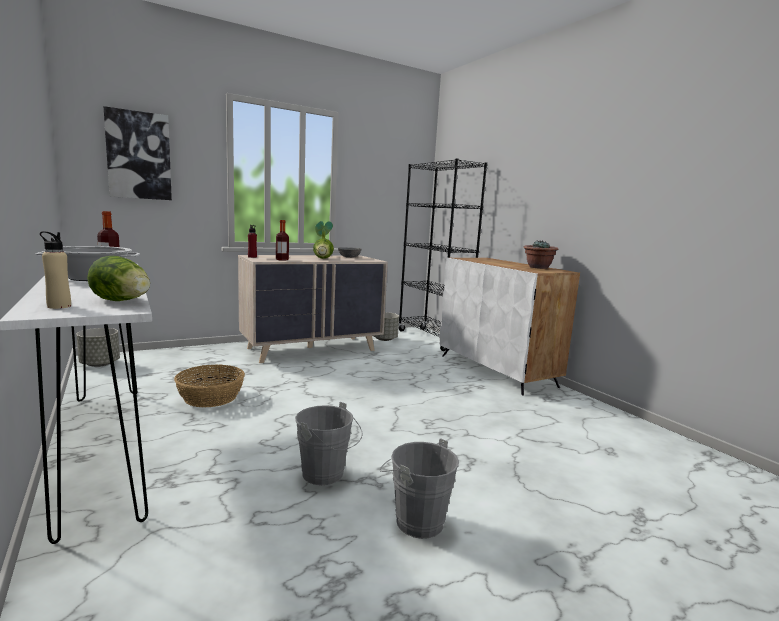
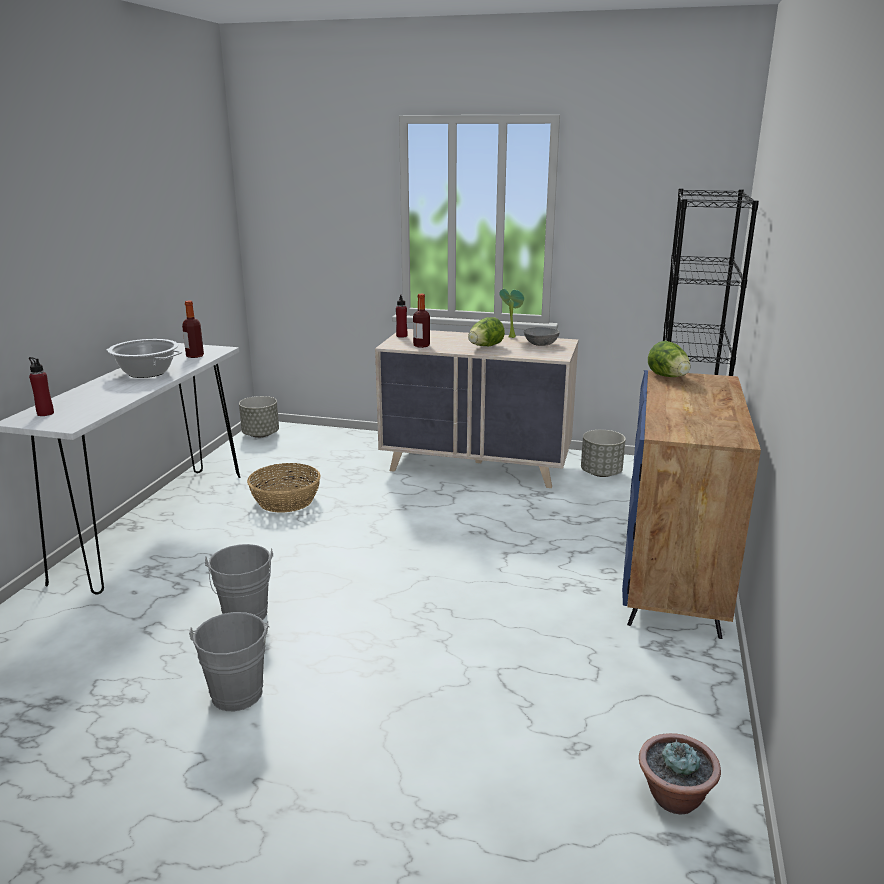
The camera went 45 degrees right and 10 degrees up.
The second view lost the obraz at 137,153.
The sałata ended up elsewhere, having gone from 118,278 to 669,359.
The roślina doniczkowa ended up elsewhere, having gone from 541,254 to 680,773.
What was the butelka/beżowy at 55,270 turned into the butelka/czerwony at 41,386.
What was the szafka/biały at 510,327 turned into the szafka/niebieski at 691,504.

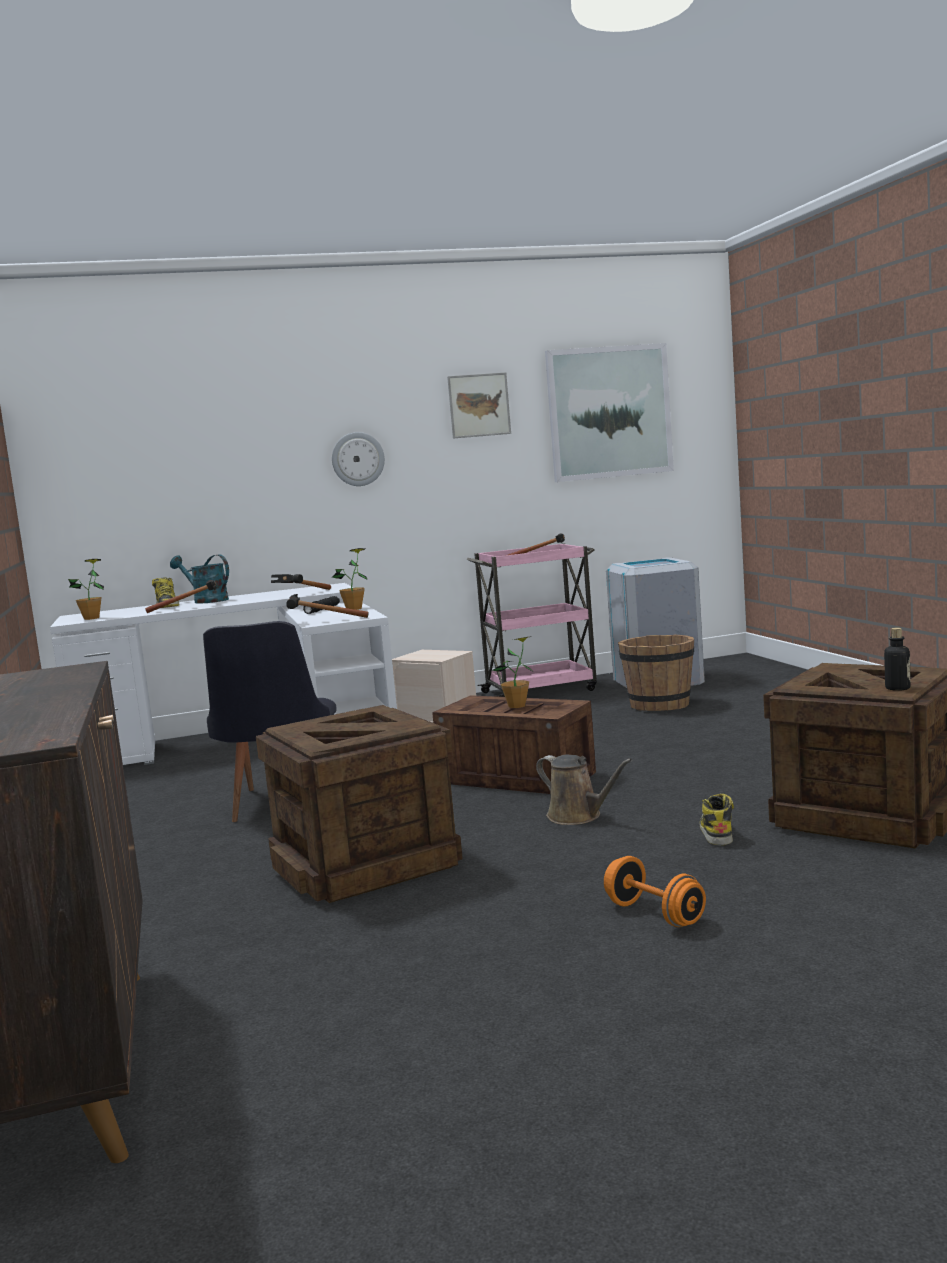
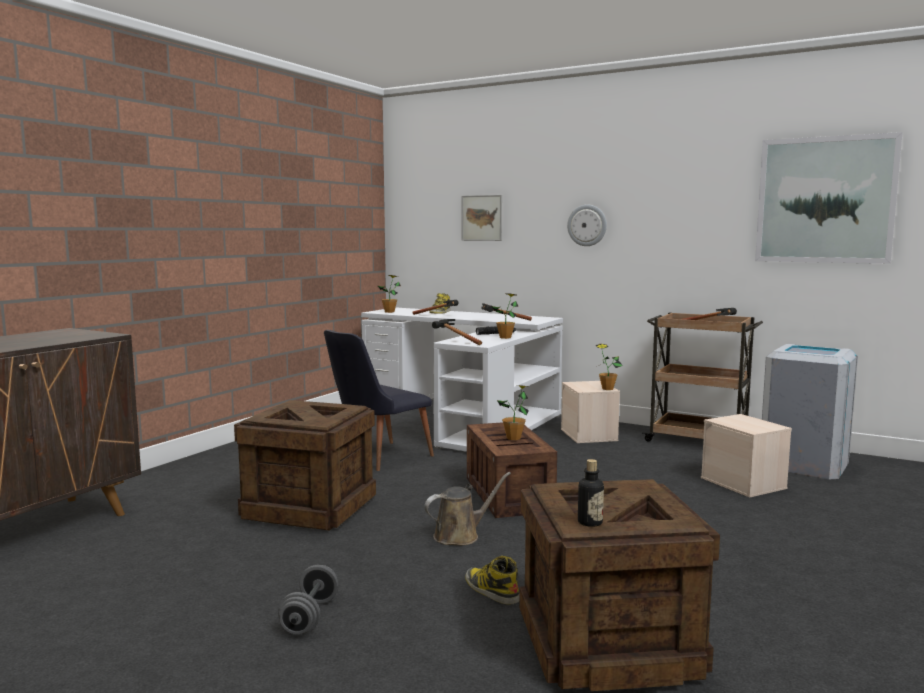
The camera went 45 degrees right and 0 degrees up.
The second view lost the konewka/turkusowy at 199,578.
The second view gained the roślina doniczkowa at 609,367.
The obraz ended up elsewhere, having gone from 479,405 to 482,218.
Where the wiadro/brązowy stood at 656,672, the pojemnik do przechowywania/beżowy came to stand at 746,456.
What was the wózek/różowy at 532,620 turned into the wózek/brązowy at 702,377.
What was the hantel/pomarańczowy at 655,891 turned into the hantel/szary at 308,600.
The konewka/brązowy at 584,789 ended up facing another way, 120 degrees counterclockwise from before.
The but z cholewką at 717,819 ended up facing another way, 90 degrees counterclockwise from before.

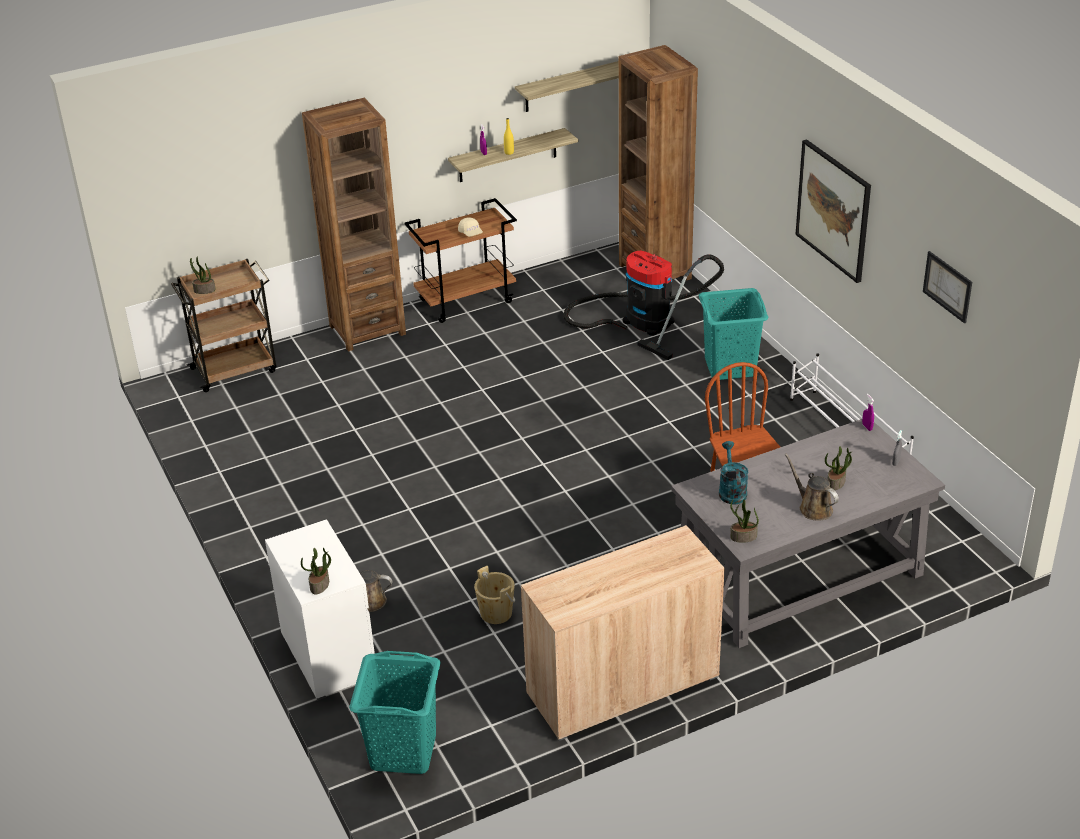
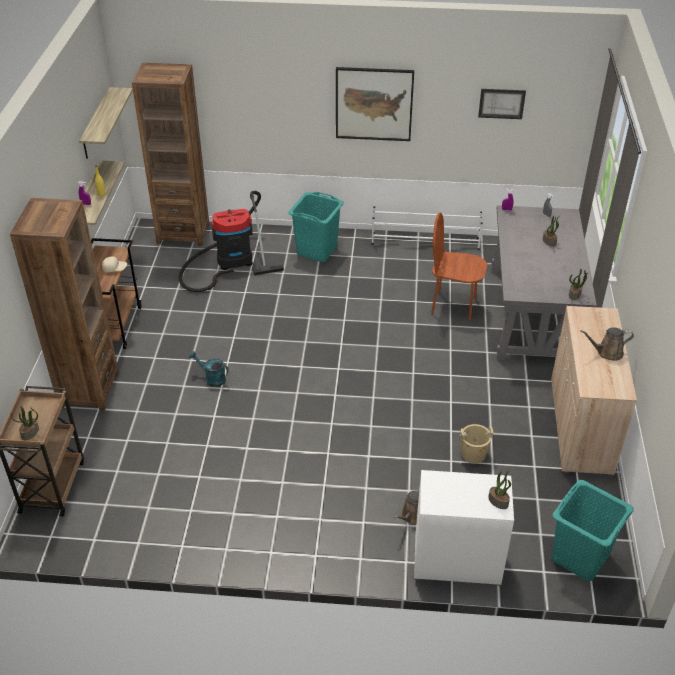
The camera went 60 degrees left and 5 degrees up.
The konewka/turkusowy ended up elsewhere, having gone from 733,472 to 209,369.
The konewka/brązowy ended up elsewhere, having gone from 811,487 to 607,344.

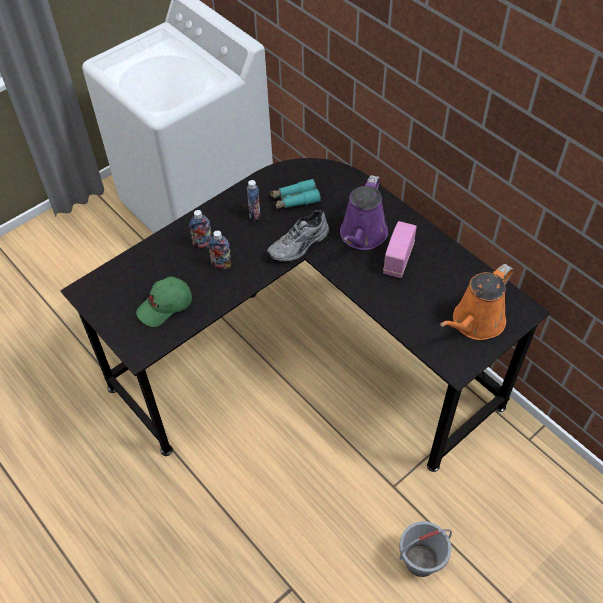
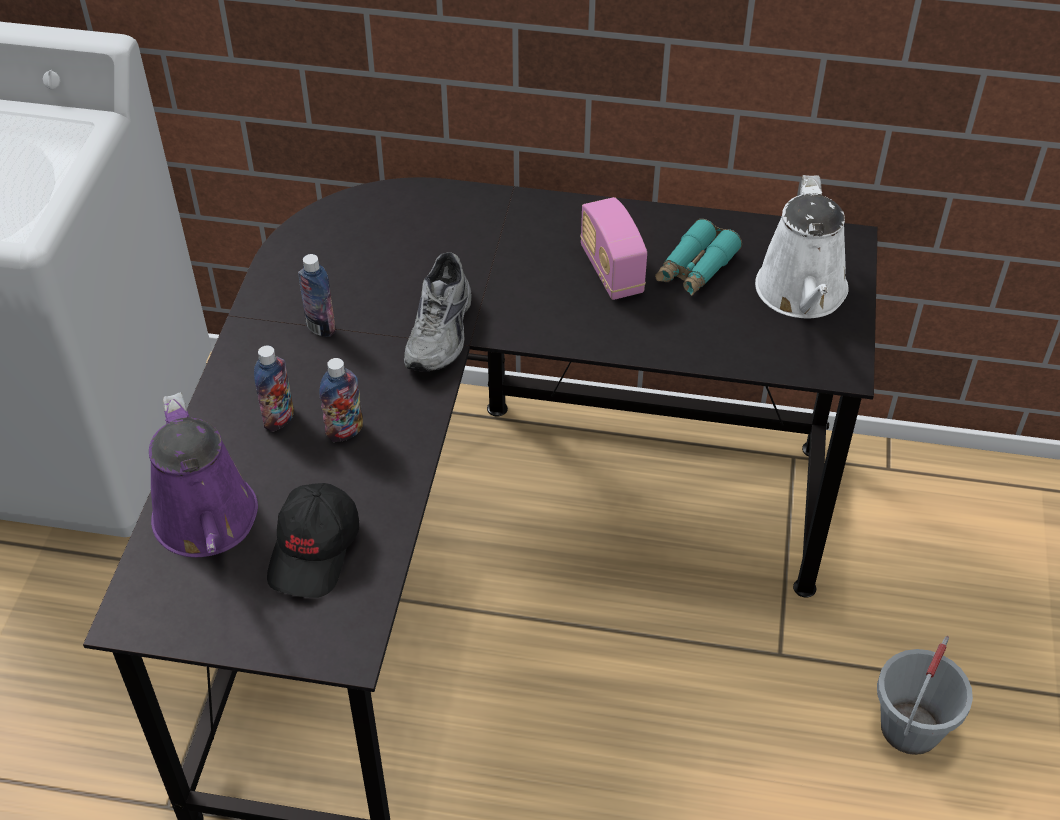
The camera went 40 degrees left and 5 degrees down.
The lornetka/turkusowy ended up elsewhere, having gone from 295,194 to 698,257.
The konewka/fioletowy ended up elsewhere, having gone from 364,212 to 203,474.
What was the czapka z daszkiem/zielony at 164,301 turned into the czapka z daszkiem/czarny at 313,540.
What was the konewka/pomarańczowy at 477,302 turned into the konewka/biały at 802,246.

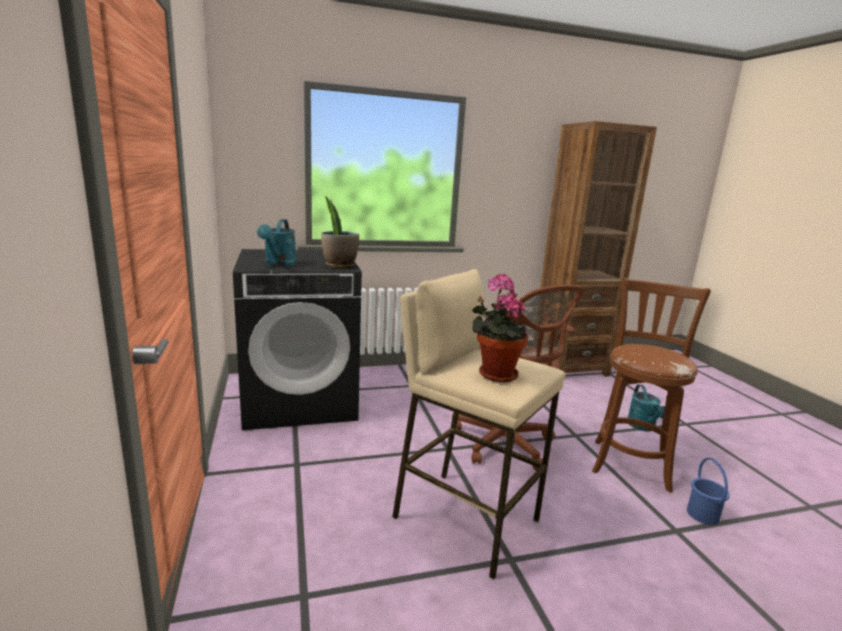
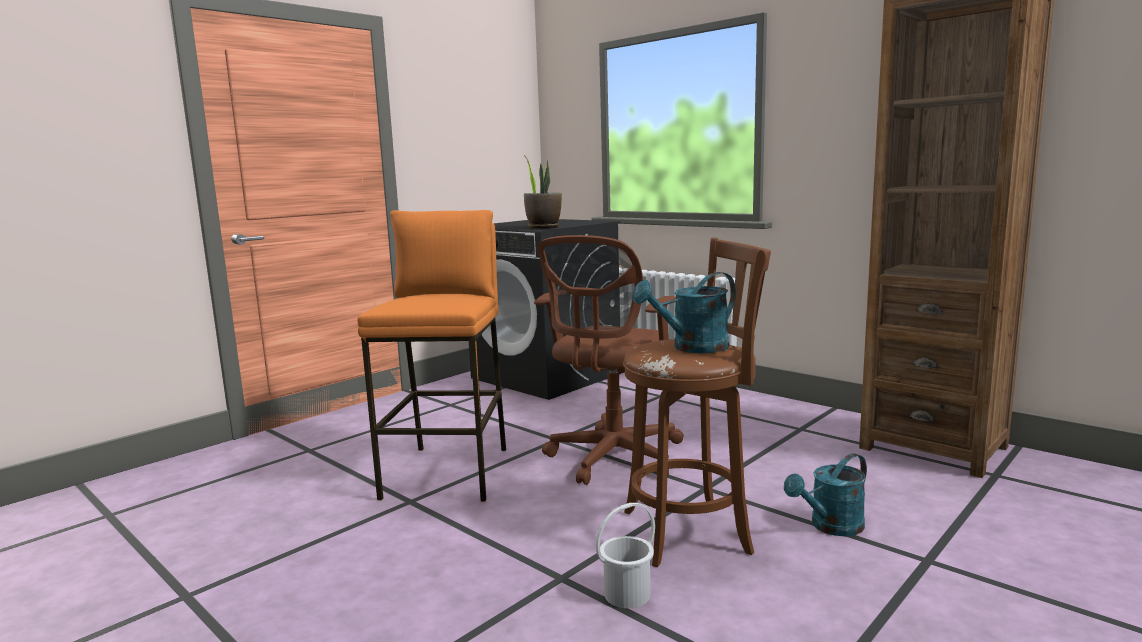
The camera went 60 degrees right and 5 degrees down.
The second view lost the roślina doniczkowa at 500,328.
The konewka/turkusowy ended up elsewhere, having gone from 277,243 to 684,312.
What was the stołek/beżowy at 479,424 turned into the stołek/pomarańczowy at 431,356.
What was the wiadro/niebieski at 708,491 turned into the wiadro/biały at 625,555.

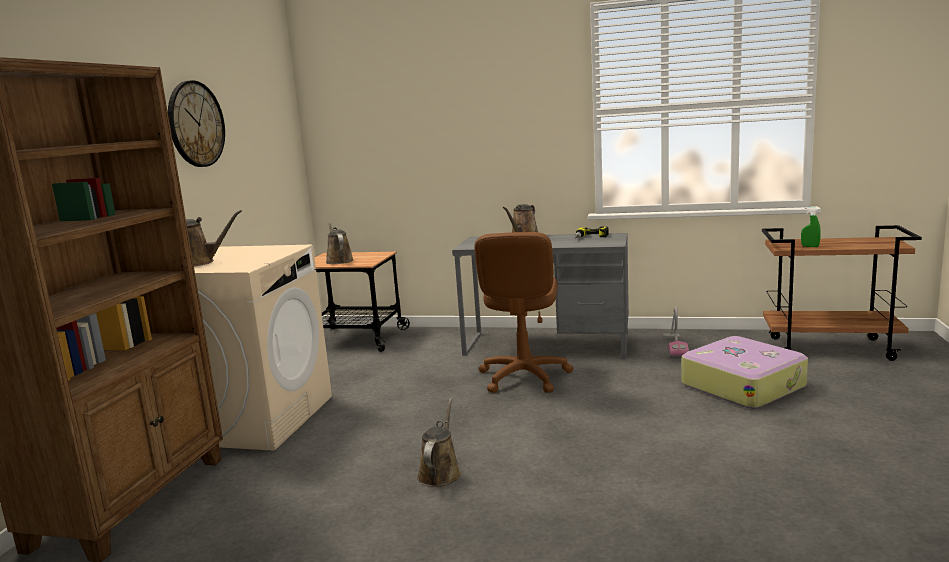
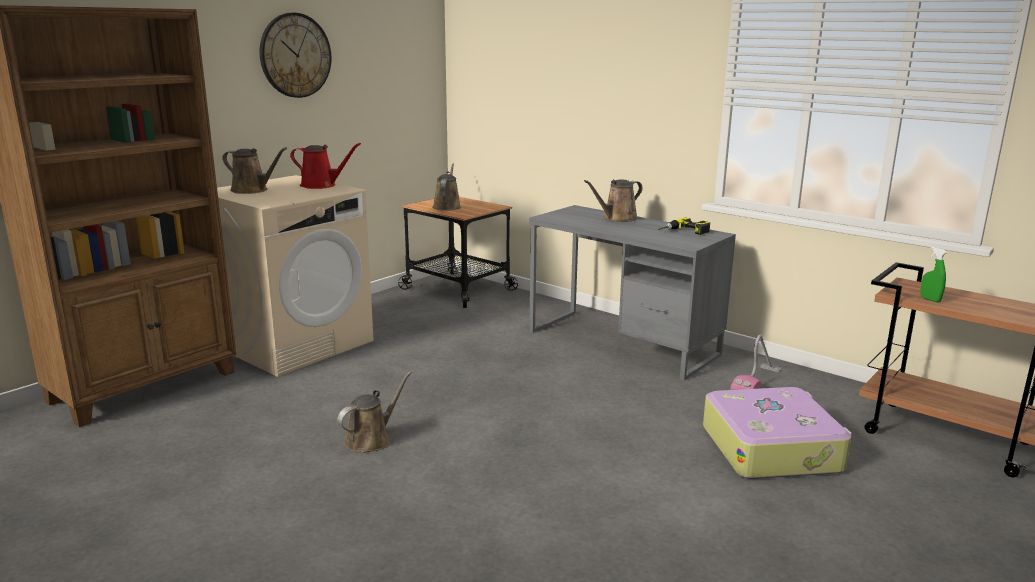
The camera went 25 degrees right and 5 degrees up.
The second view lost the krzesło biurowe/brązowy at 524,312.
The second view gained the konewka/czerwony at 325,166.

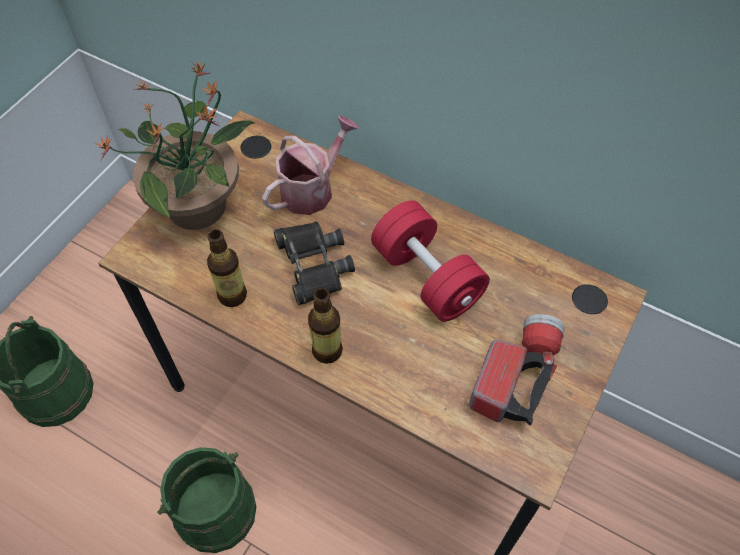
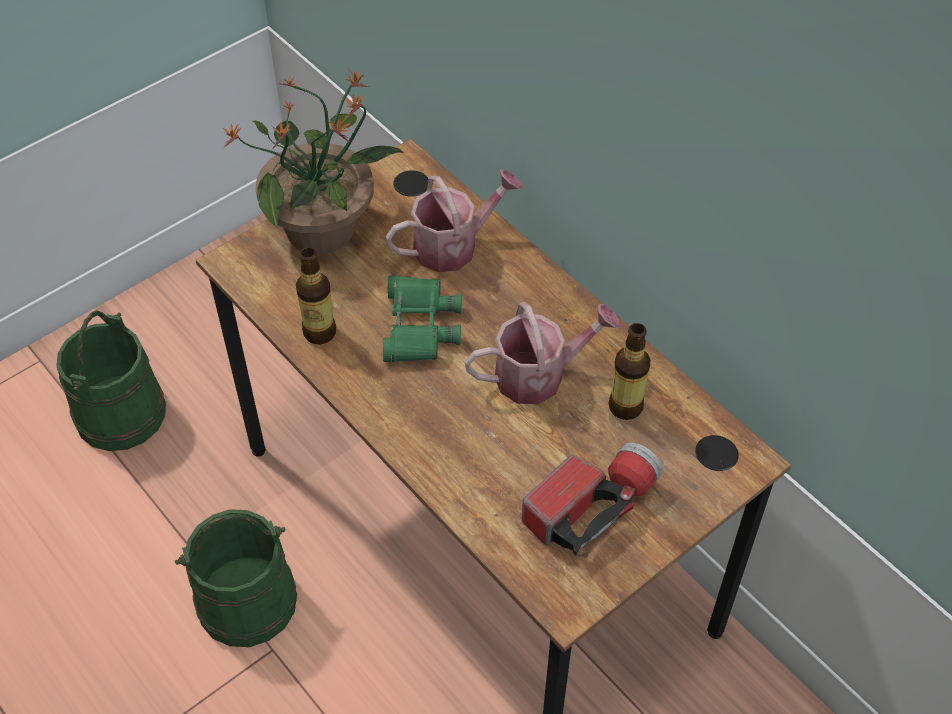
The camera went 20 degrees right and 5 degrees down.
The butelka ended up elsewhere, having gone from 325,326 to 629,371.
Where the hantel/czerwony stood at 430,261, the konewka came to stand at 542,353.
What was the lornetka/czarny at 314,263 turned into the lornetka/zielony at 422,318.

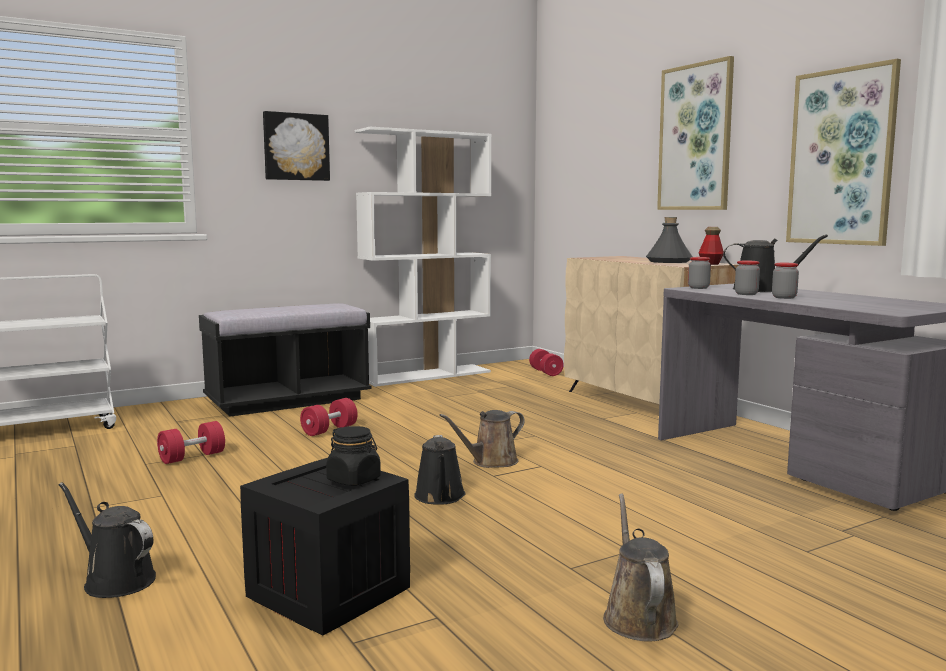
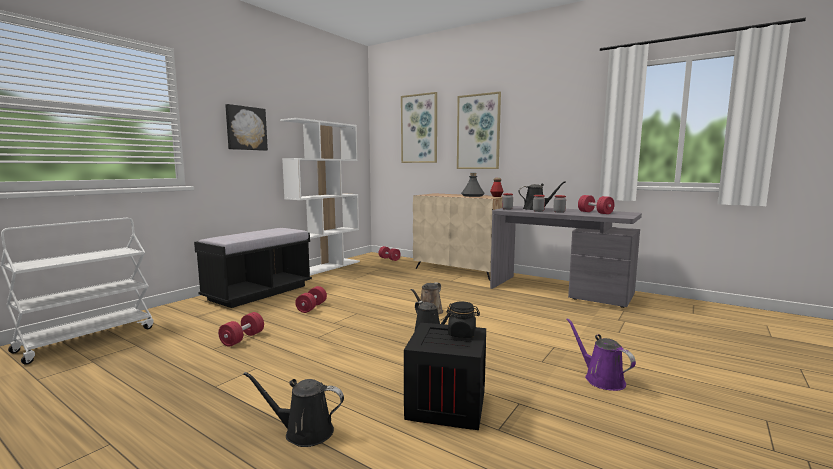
The camera went 25 degrees left and 0 degrees up.
The second view gained the hantel/czerwony at 596,204.
The obraz ended up elsewhere, having gone from 843,152 to 419,127.
What was the konewka/brązowy at 640,567 turned into the konewka/fioletowy at 601,354.

